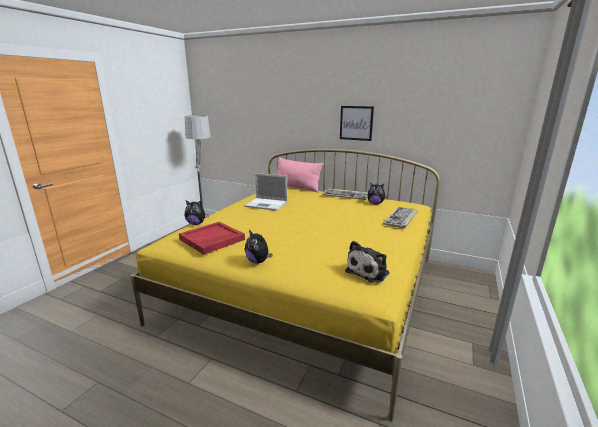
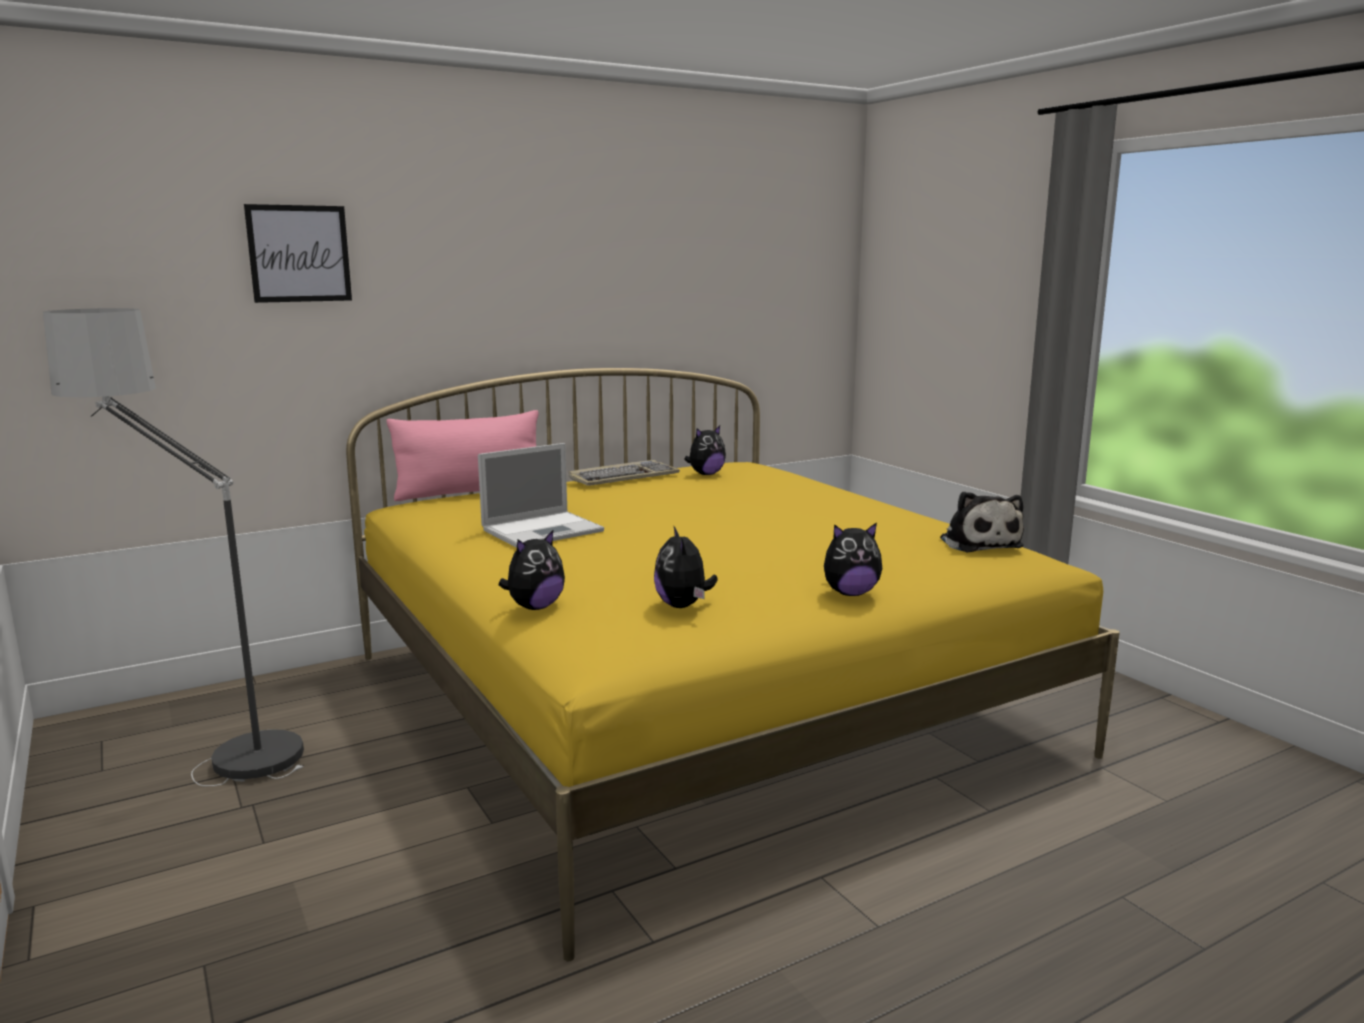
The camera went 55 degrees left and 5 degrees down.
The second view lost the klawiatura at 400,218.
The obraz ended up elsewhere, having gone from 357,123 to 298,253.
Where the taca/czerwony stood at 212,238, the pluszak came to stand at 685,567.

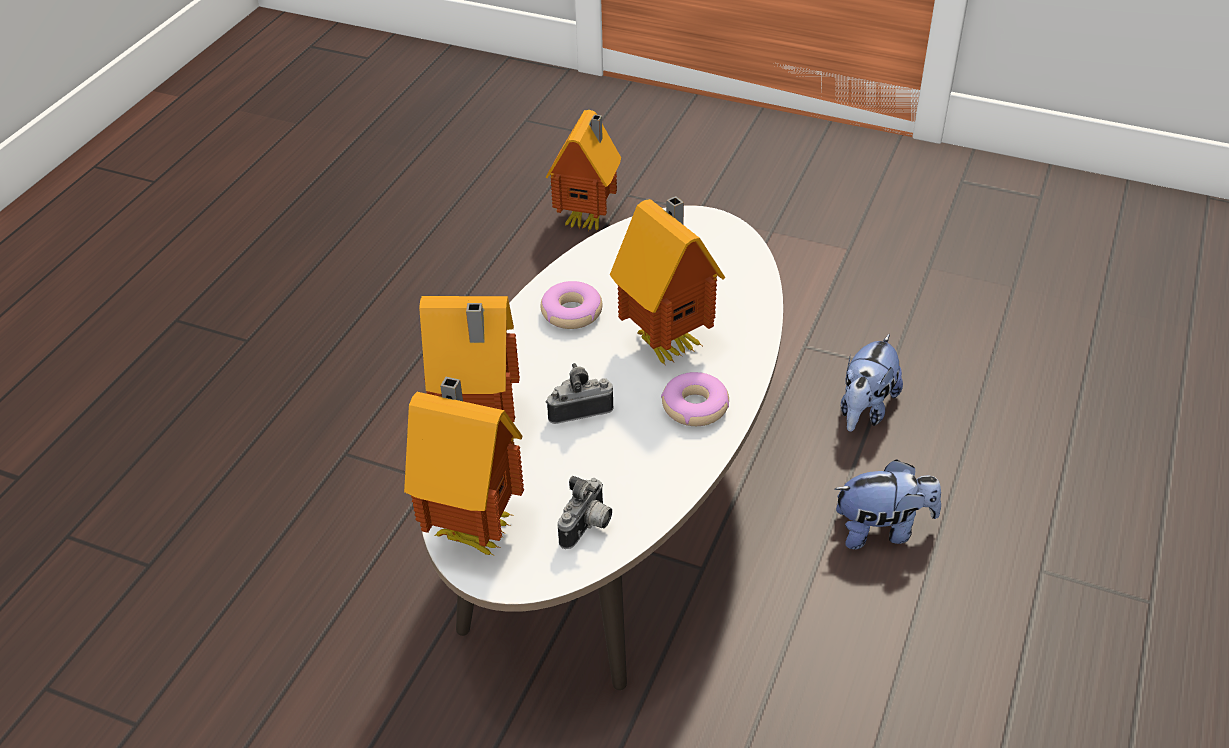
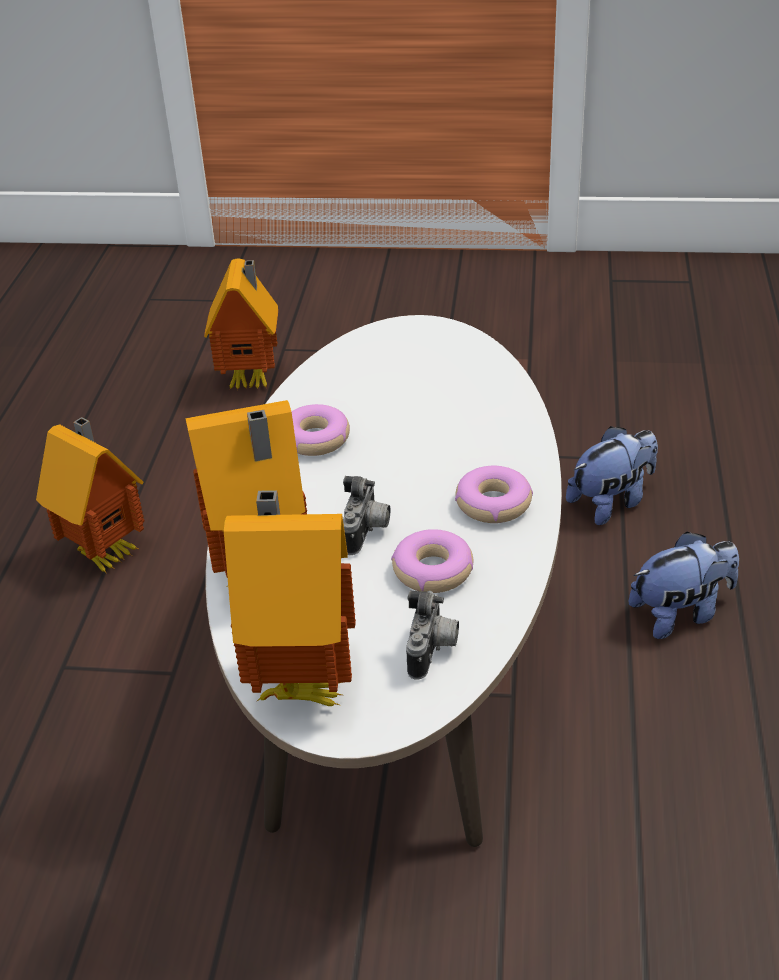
The camera went 15 degrees left and 5 degrees down.
The second view gained the donut at 432,561.
The domek ended up elsewhere, having gone from 667,281 to 90,494.
The aparat fotograficzny at 579,393 ended up facing another way, 135 degrees clockwise from before.
The pluszak at 872,382 ended up facing another way, 135 degrees counterclockwise from before.

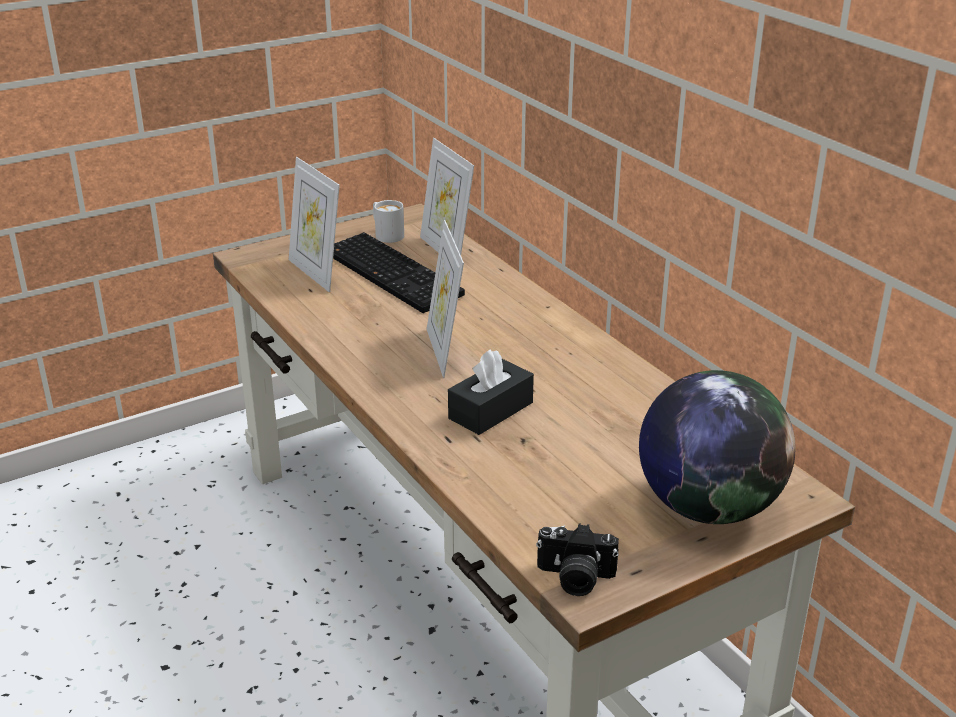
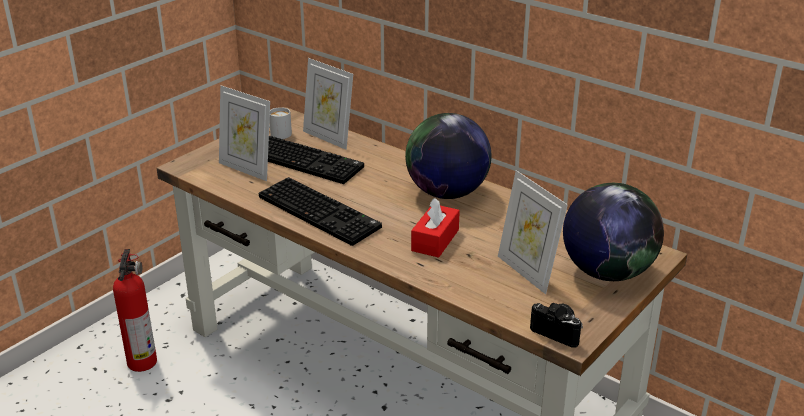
The camera went 20 degrees left and 0 degrees up.
The second view gained the gaśnica at 135,310.
The second view gained the klawiatura at 320,211.
The second view gained the globus at 448,156.
The ramka na zdjęcie ended up elsewhere, having gone from 445,299 to 533,232.
What was the pudełko chusteczek/czarny at 491,392 turned into the pudełko chusteczek/czerwony at 435,228.
The aparat fotograficzny at 577,559 ended up facing another way, 135 degrees counterclockwise from before.

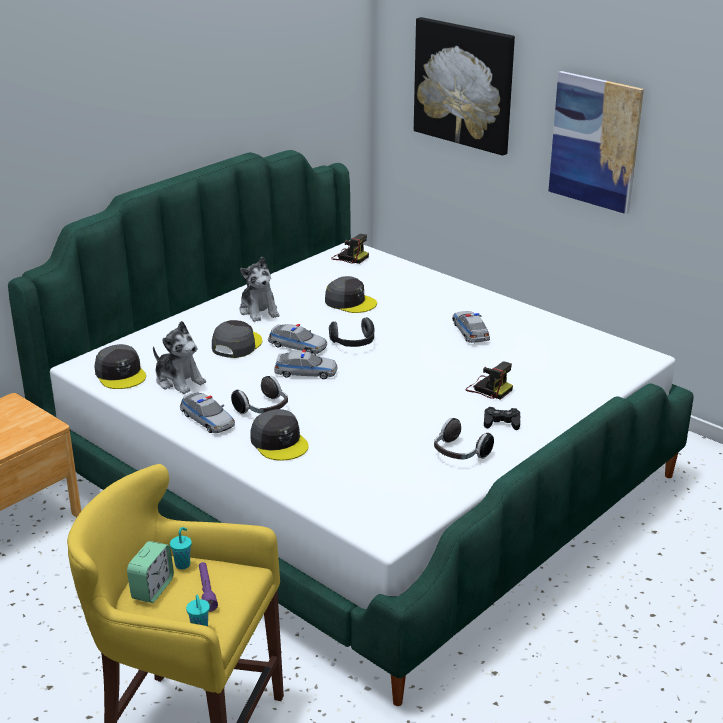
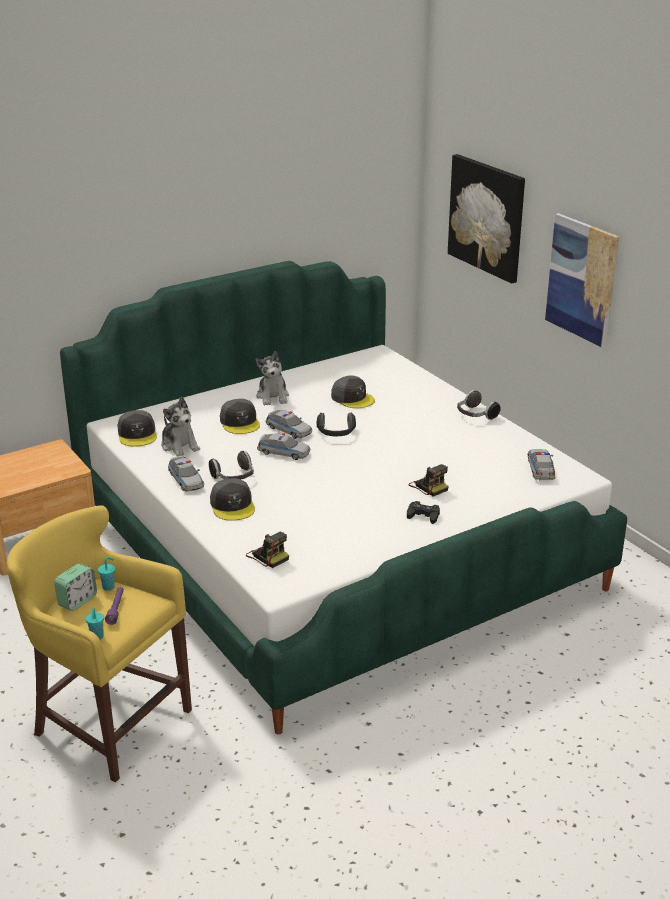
The camera went 15 degrees right and 0 degrees up.
The aparat fotograficzny ended up elsewhere, having gone from 350,249 to 267,550.
The słuchawki ended up elsewhere, having gone from 464,439 to 479,405.
The samochodzik ended up elsewhere, having gone from 471,327 to 541,465.
The czapka z daszkiem/szary at 237,339 ended up facing another way, 120 degrees clockwise from before.

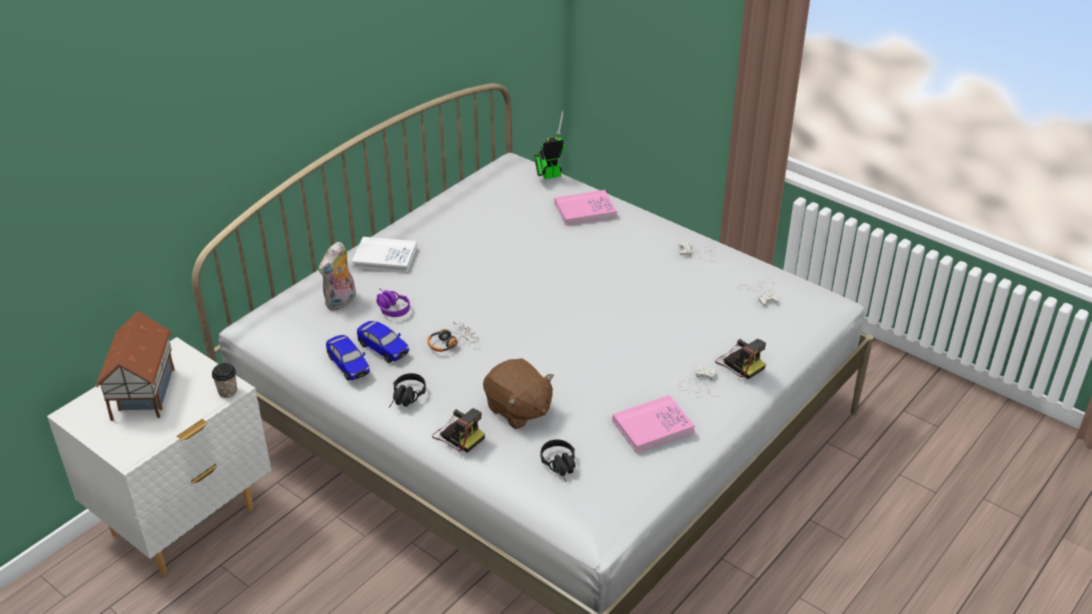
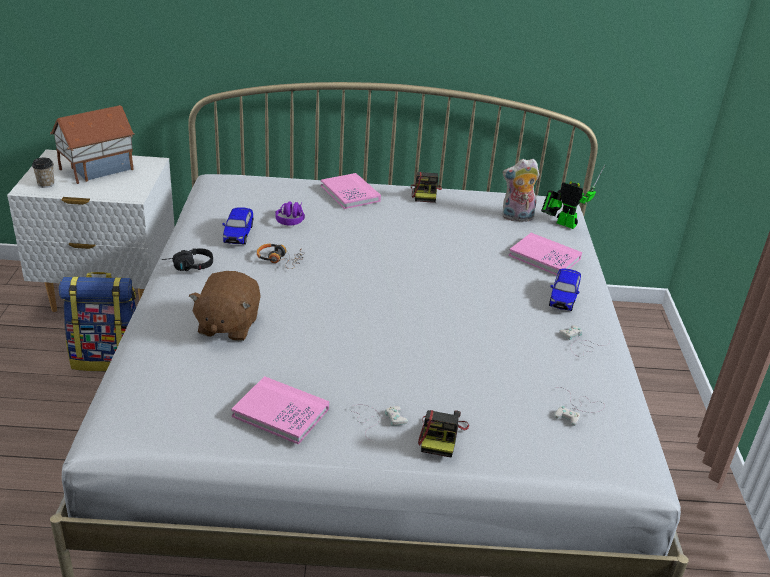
The camera went 50 degrees right and 5 degrees down.
The second view lost the słuchawki/czarny at 557,460.
The second view gained the plecak at 97,321.
The filiżanka ended up elsewhere, having gone from 224,380 to 43,172.
The pluszak ended up elsewhere, having gone from 337,276 to 521,190.
The samochodzik ended up elsewhere, having gone from 348,358 to 565,290.
The aparat fotograficzny ended up elsewhere, having gone from 458,430 to 426,187.
What was the książka/biały at 384,254 turned into the książka/różowy at 351,191.

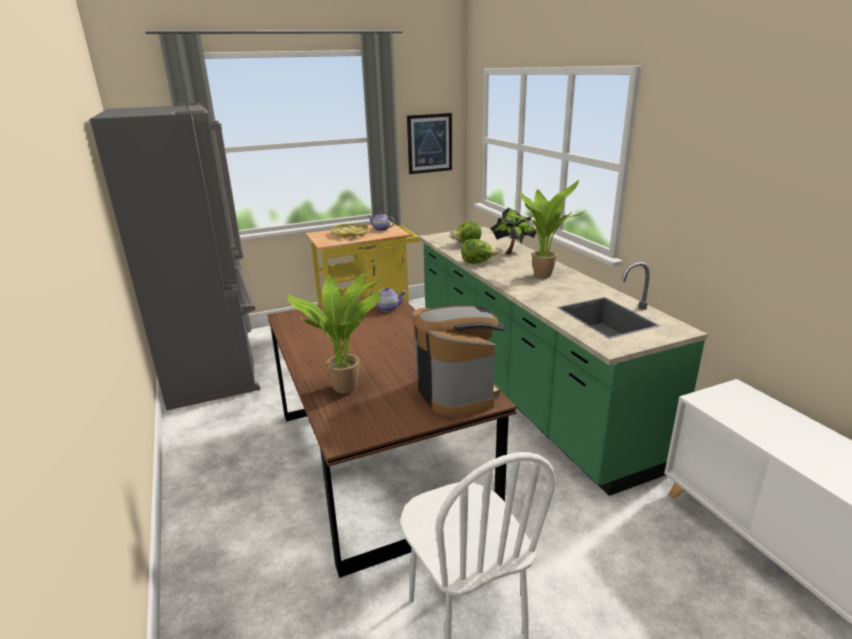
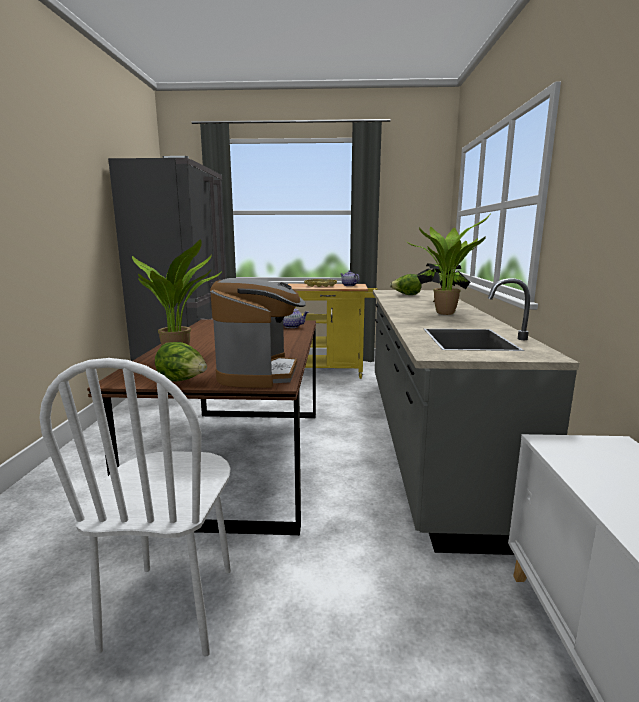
The camera went 25 degrees right and 10 degrees down.
The second view lost the obraz at 429,143.
The sałata ended up elsewhere, having gone from 479,251 to 181,362.
What was the zabudowa kuchenna/zielony at 563,361 turned into the zabudowa kuchenna/szary at 476,416.

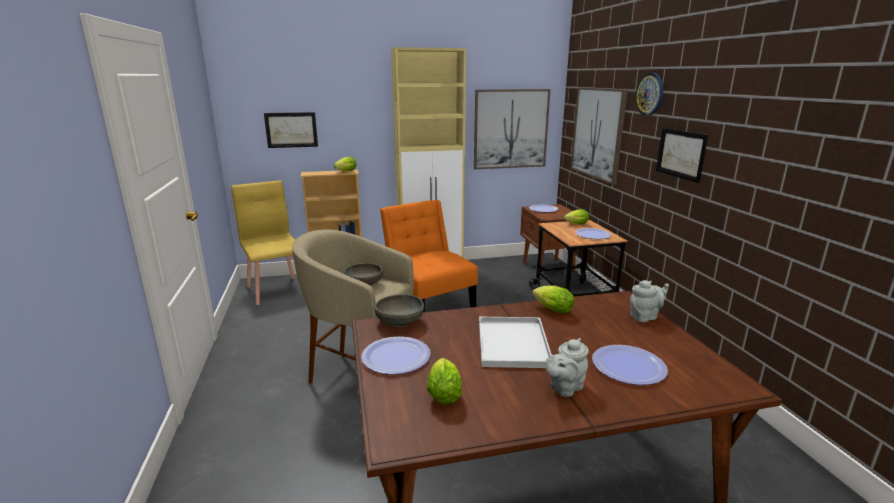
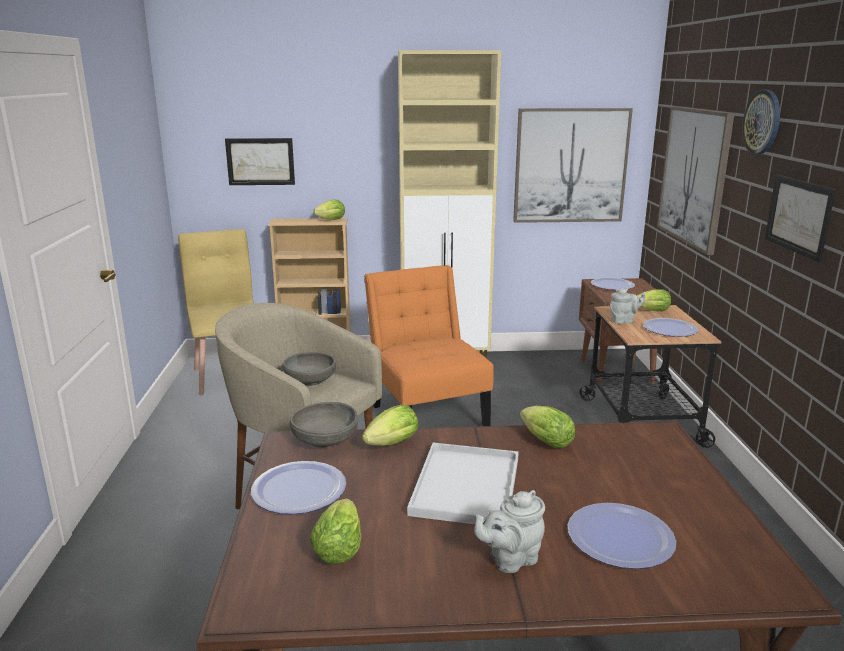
The camera went 10 degrees right and 0 degrees up.
The second view gained the sałata at 390,425.
The imbryk/szary ended up elsewhere, having gone from 649,301 to 627,306.

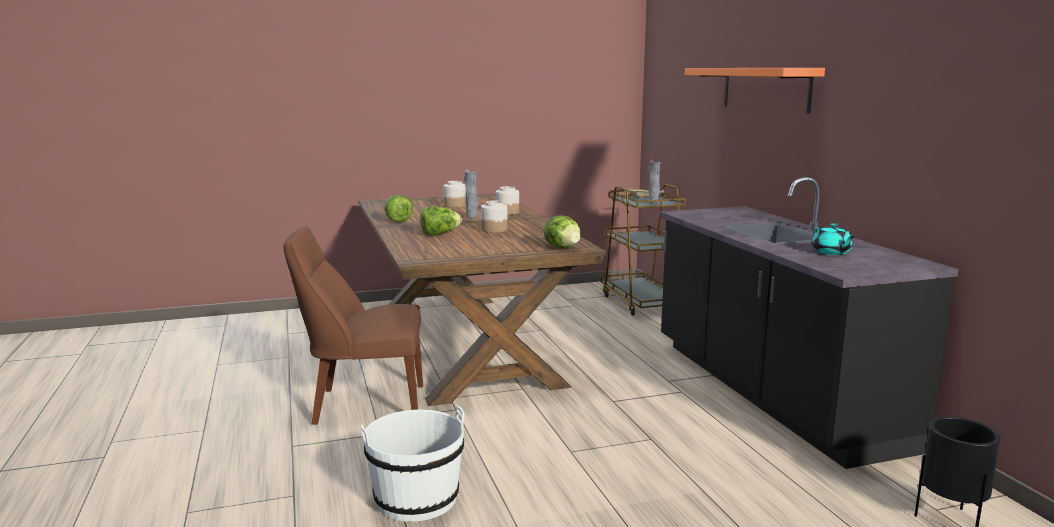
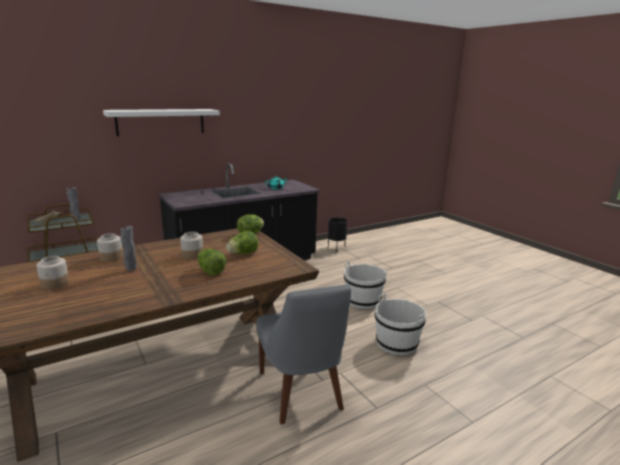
The camera went 105 degrees left and 5 degrees up.
The second view gained the wiadro/biały at 365,285.
The sałata ended up elsewhere, having gone from 398,208 to 242,242.
What was the krzesło/brązowy at 353,326 turned into the krzesło/szary at 303,354.
What was the półka/pomarańczowy at 755,91 turned into the półka/biały at 161,122.

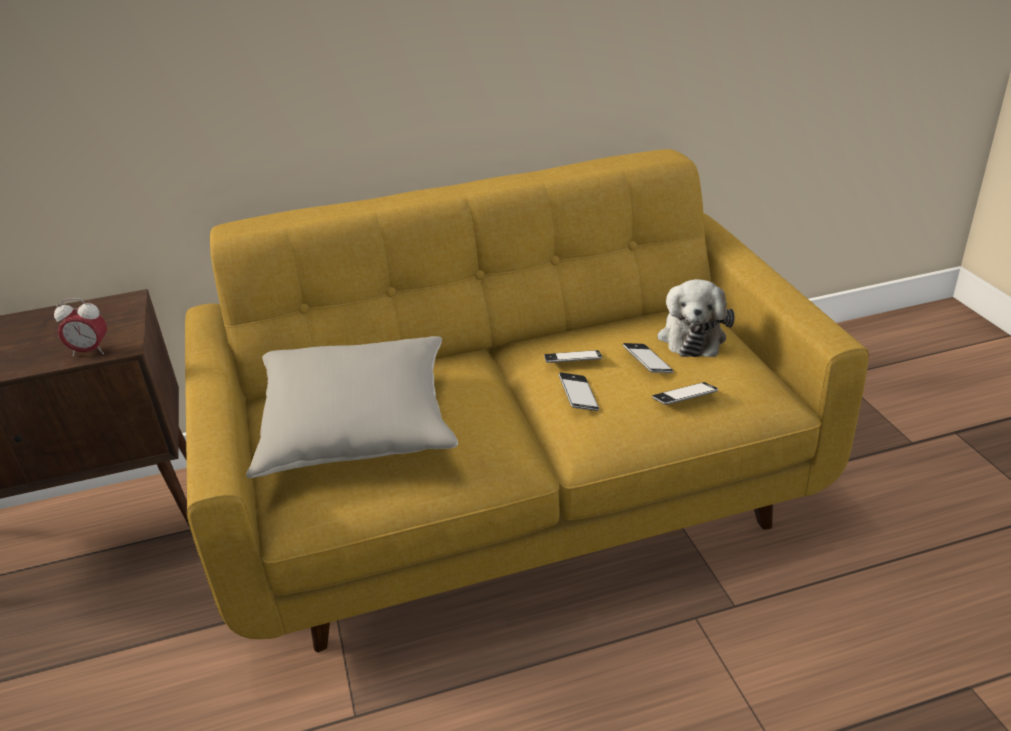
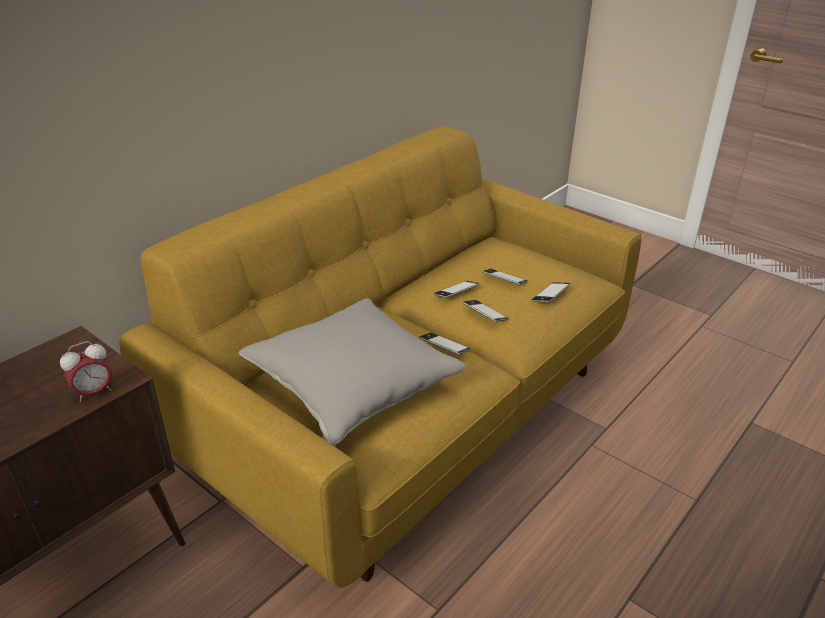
The camera went 35 degrees left and 0 degrees up.
The second view lost the pluszak at 696,318.
The second view gained the telefon at 444,344.

